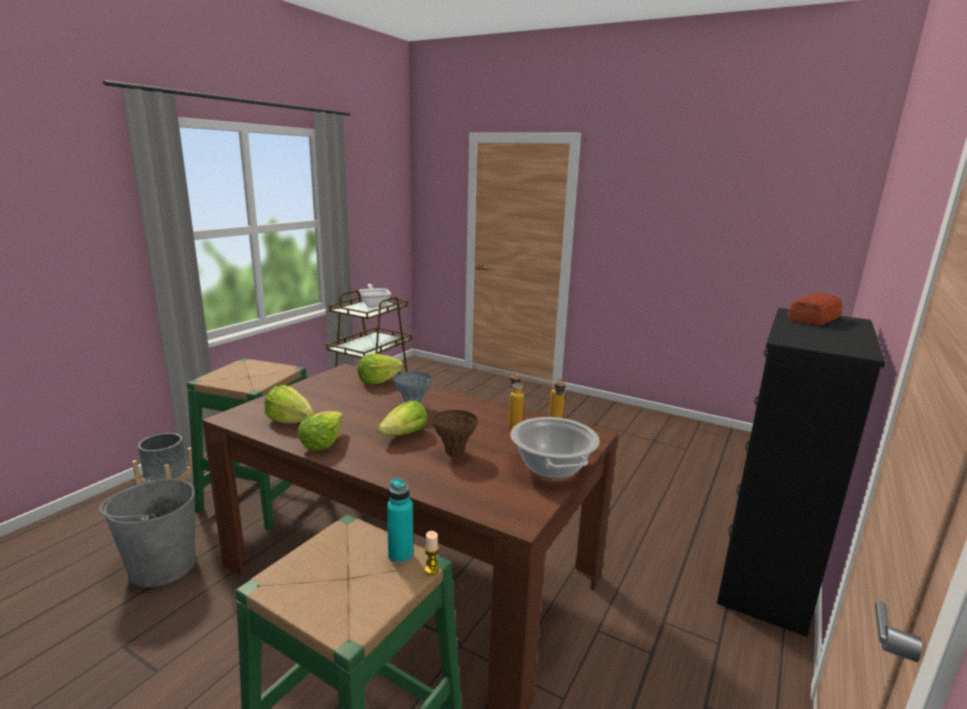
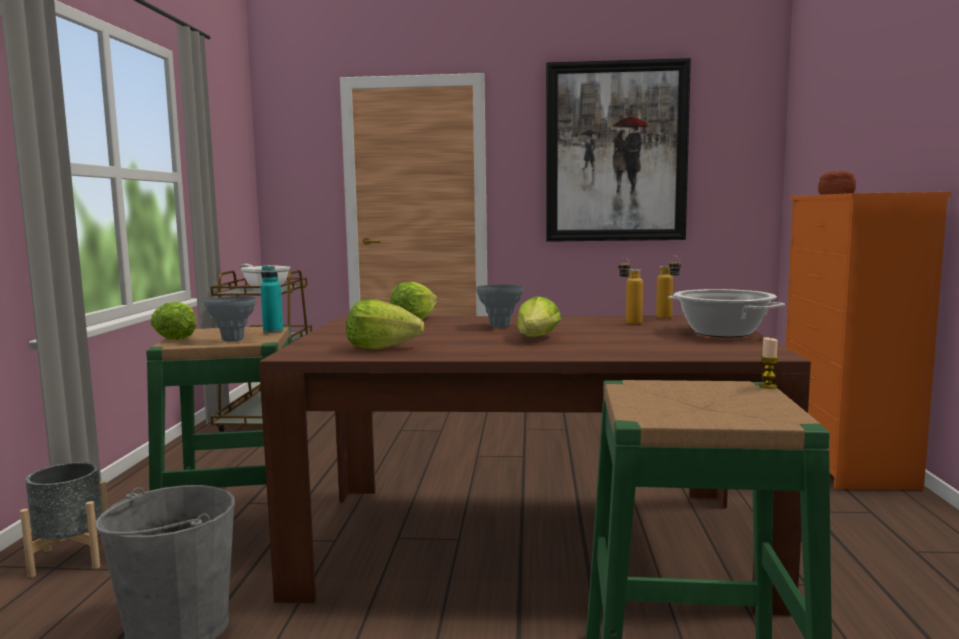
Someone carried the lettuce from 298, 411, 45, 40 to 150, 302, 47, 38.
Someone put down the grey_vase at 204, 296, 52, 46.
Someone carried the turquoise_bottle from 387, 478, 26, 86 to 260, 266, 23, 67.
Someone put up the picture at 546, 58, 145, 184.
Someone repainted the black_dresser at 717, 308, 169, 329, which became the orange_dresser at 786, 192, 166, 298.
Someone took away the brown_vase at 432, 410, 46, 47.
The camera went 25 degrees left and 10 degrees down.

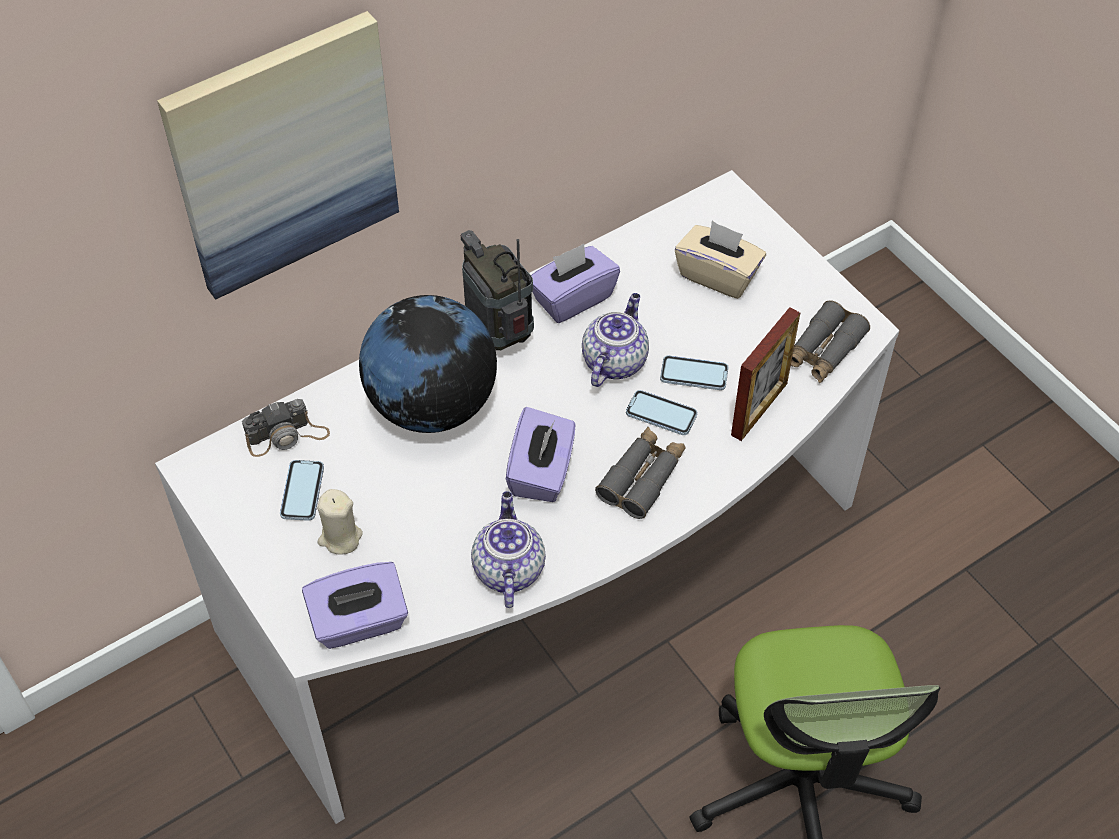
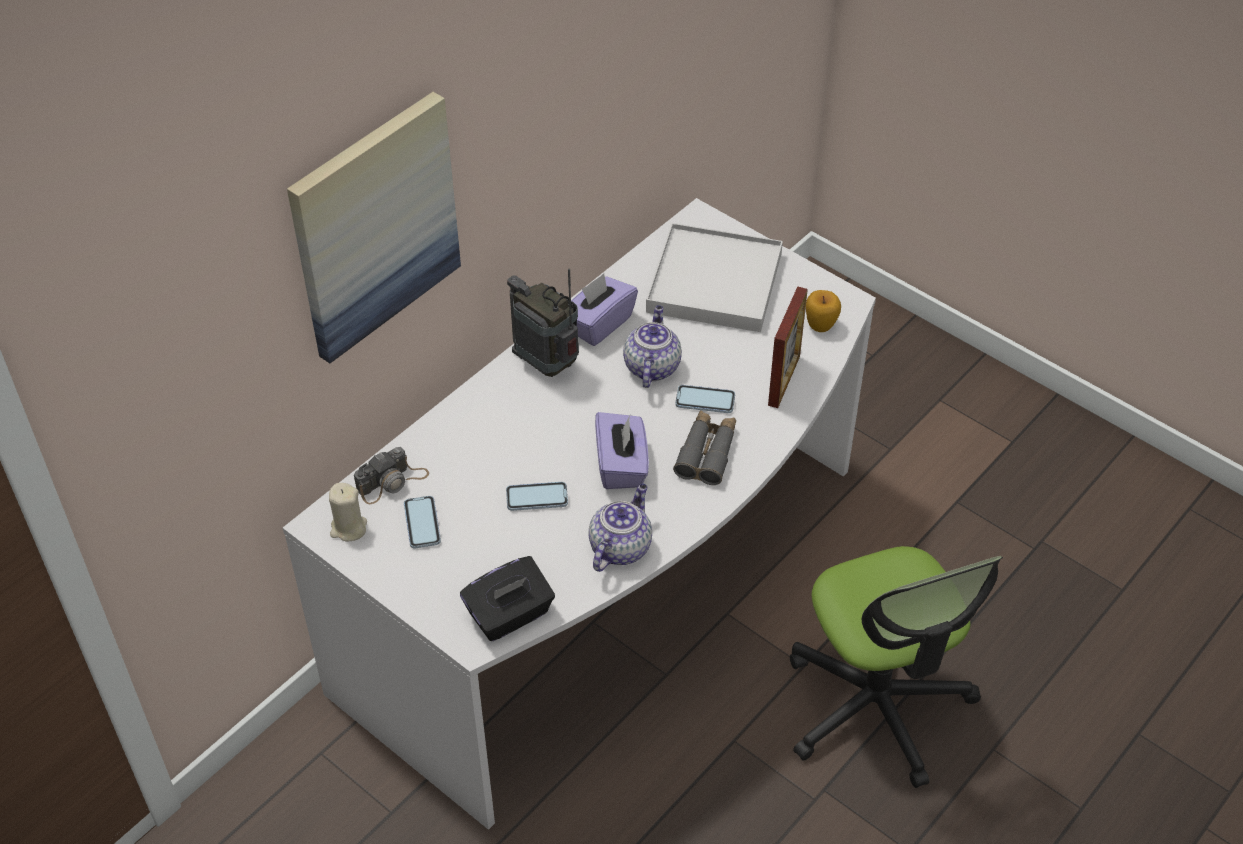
Someone carried the beige_candle from 317, 489, 46, 66 to 329, 483, 38, 58.
Someone repainted the purple_tissue_box at 302, 562, 106, 87, which became the black_tissue_box at 460, 556, 95, 85.
Someone carried the phone from 660, 355, 69, 35 to 506, 482, 62, 29.
Someone rotated the teapot at 471, 491, 75, 117 by 45 degrees clockwise.
Someone swapped the beige_tissue_box at 675, 220, 91, 79 for the white_tray at 646, 223, 137, 109.
Someone swapped the grey_binoculars at 791, 300, 79, 83 for the apple at 806, 290, 35, 42.
Someone took away the globe at 359, 295, 138, 138.
The camera went 15 degrees left and 5 degrees down.

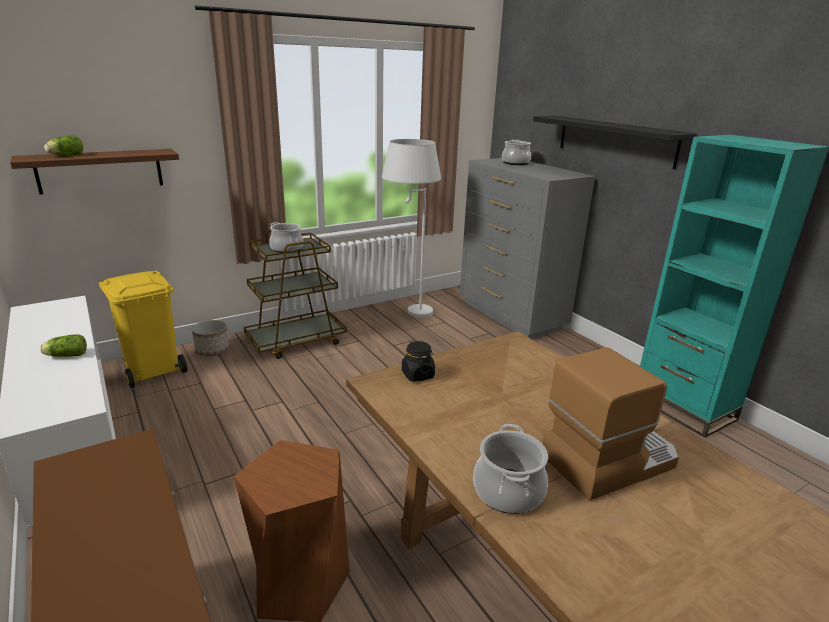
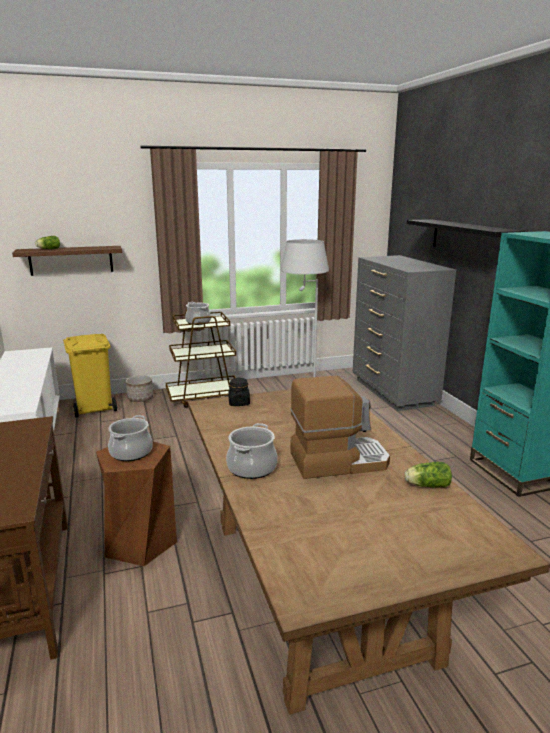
Someone carried the cooking_pot from 502, 140, 29, 25 to 108, 415, 45, 46.
Someone carried the lettuce from 40, 334, 47, 23 to 404, 462, 48, 26.
The camera went 15 degrees right and 5 degrees down.

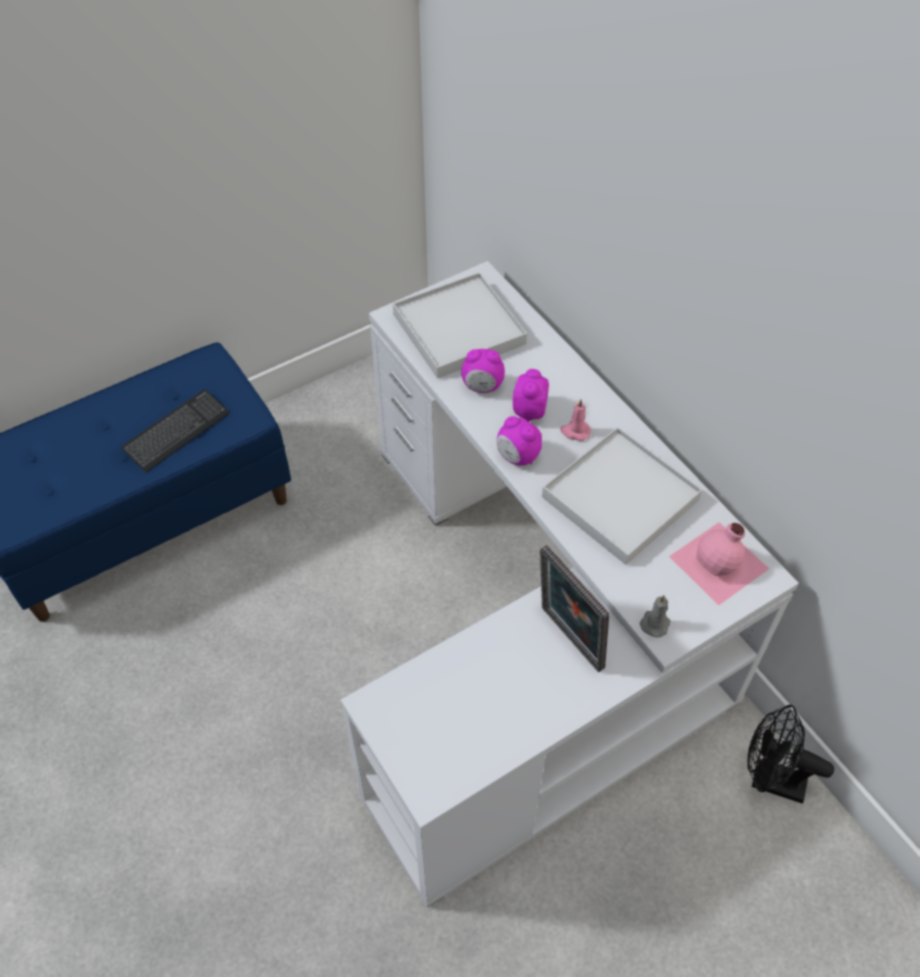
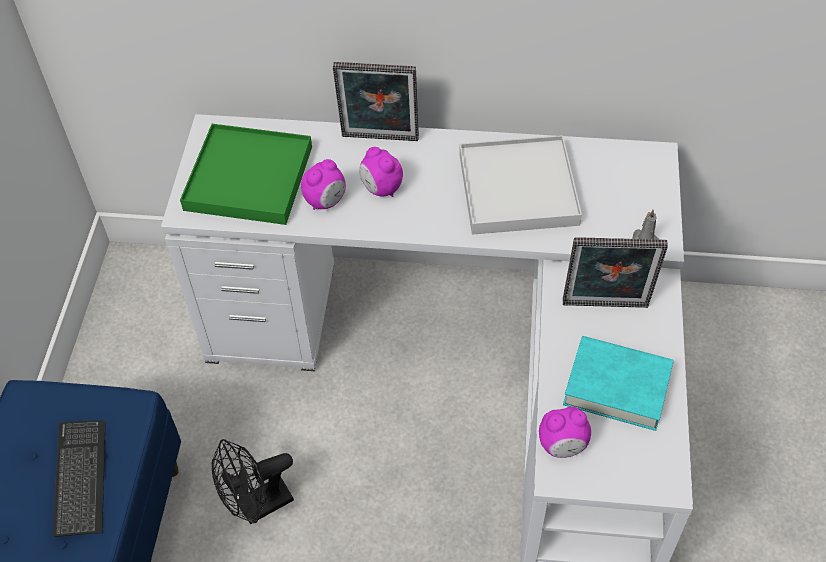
Someone repainted the white_tray at 393, 272, 134, 107, which became the green_tray at 180, 124, 132, 101.
Someone carried the black_fan from 747, 705, 87, 98 to 212, 439, 82, 86.
Someone put down the picture_frame at 333, 62, 86, 79.
Someone carried the alarm_clock from 497, 416, 45, 50 to 539, 406, 52, 52.
Someone put down the turquoise_book at 563, 336, 111, 95.
Someone took away the pink_candle at 560, 399, 31, 42.
Someone took away the pink_bottle at 669, 522, 100, 83.
The camera went 50 degrees left and 0 degrees up.

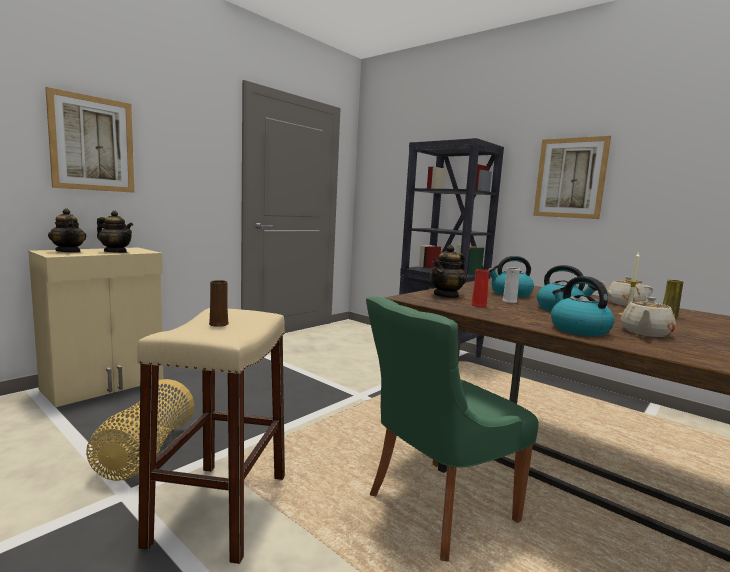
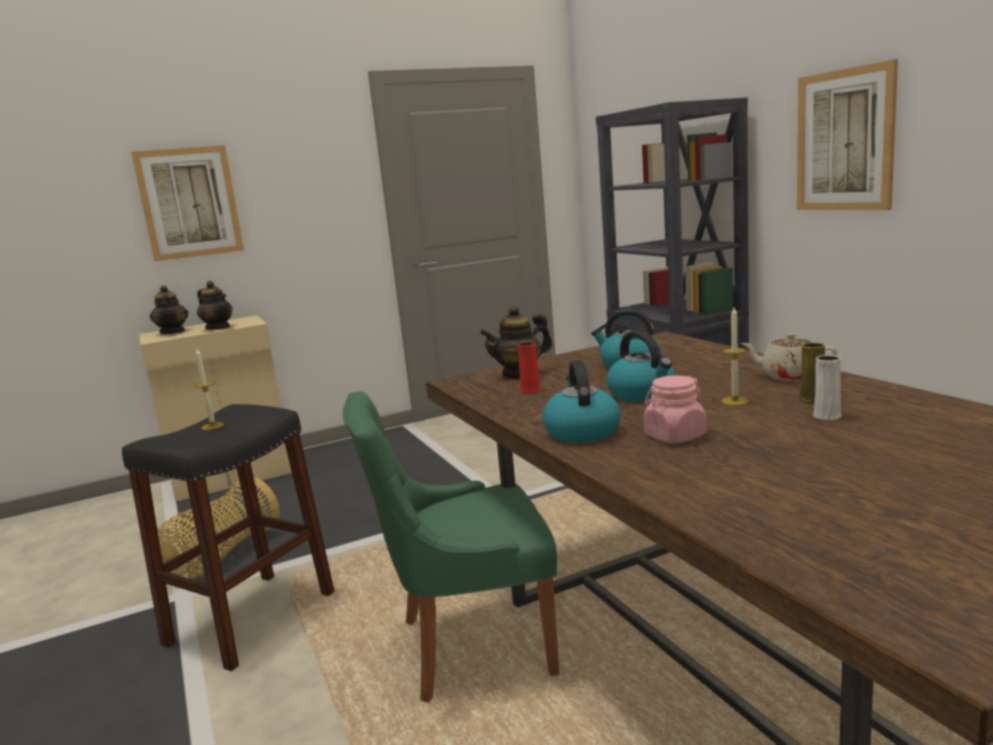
Someone repainted the beige_stool at 137, 308, 148, 256, which became the black_stool at 122, 404, 213, 267.
Someone swapped the brown_vase at 209, 280, 20, 47 for the candle at 195, 349, 29, 81.
Someone swapped the beige_teapot at 621, 297, 55, 40 for the pink_jar at 644, 375, 63, 68.
Someone carried the white_vase from 502, 267, 18, 36 to 813, 355, 28, 65.
The camera went 25 degrees right and 5 degrees up.

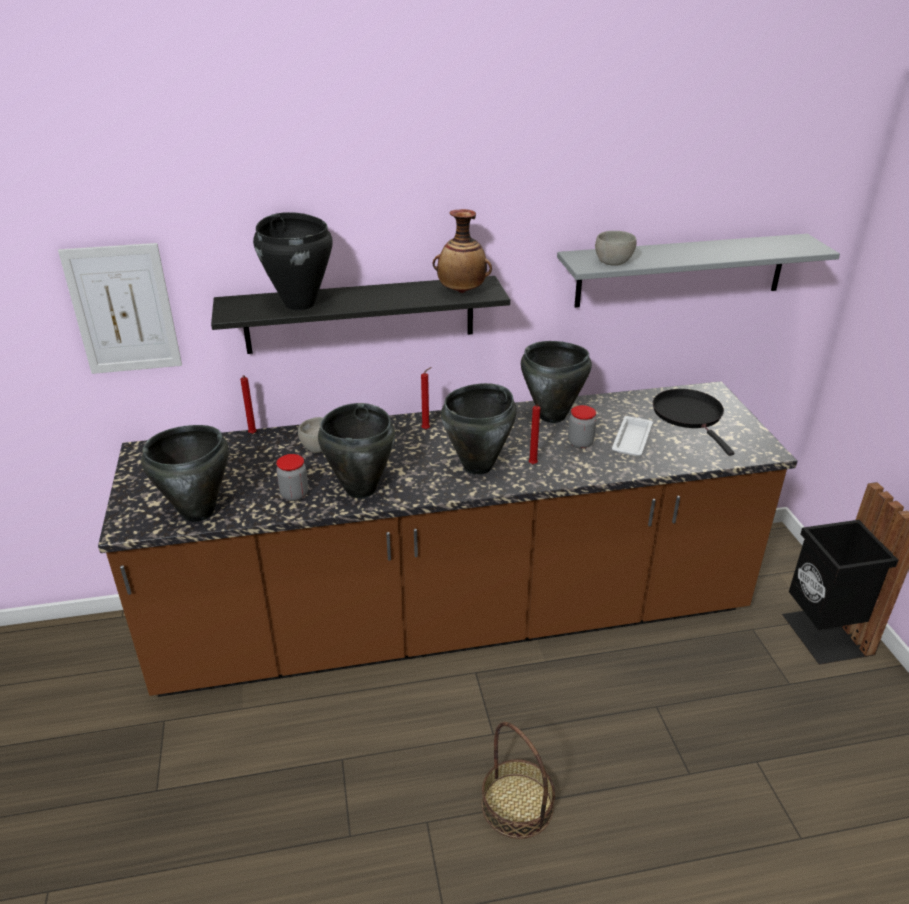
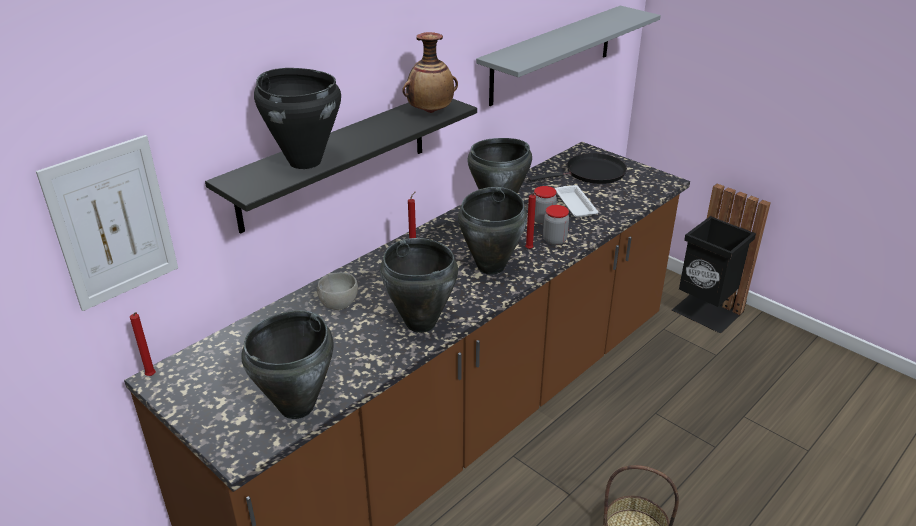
Someone carried the red_candle from 240, 375, 17, 59 to 130, 312, 26, 64.
Someone rotated the black_frying_pan at 653, 389, 82, 67 by 120 degrees clockwise.
Someone carried the jar from 276, 454, 32, 47 to 543, 205, 26, 40.
Someone took away the grey_bowl at 595, 231, 42, 35.
The camera went 35 degrees left and 0 degrees up.

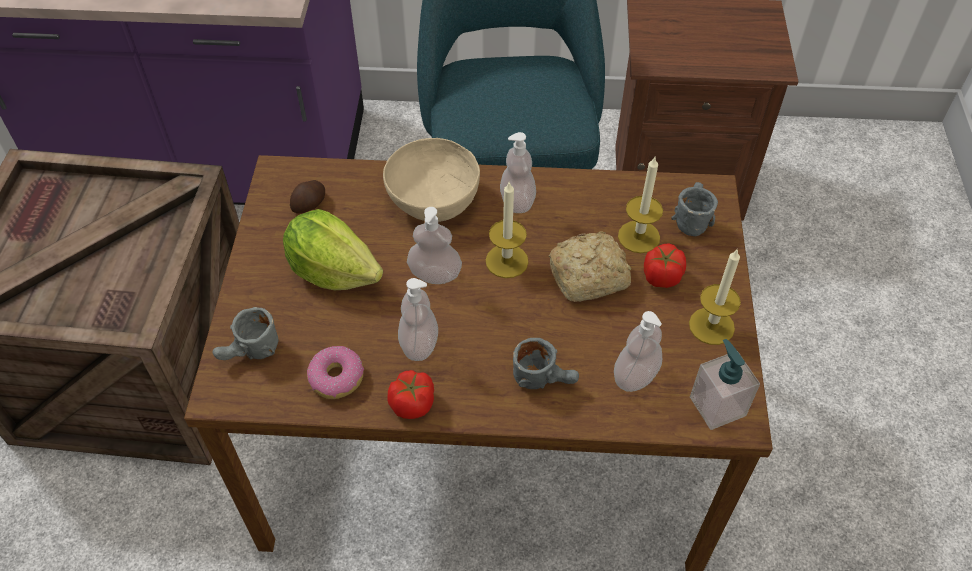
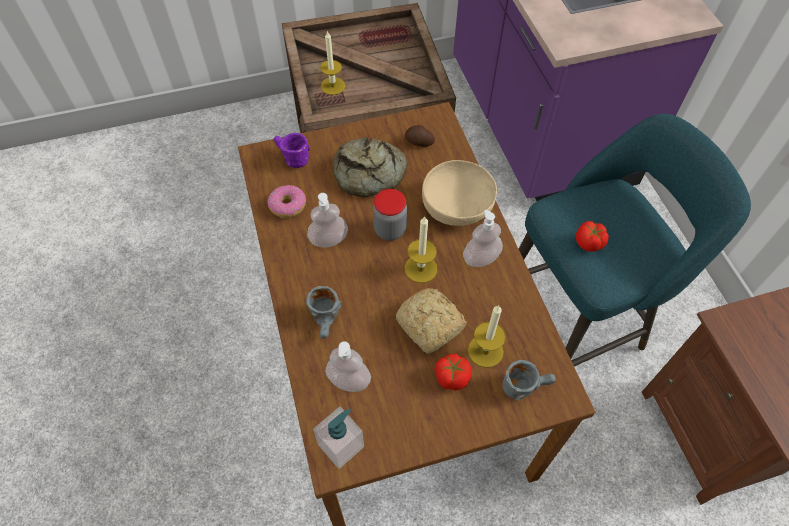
Someone repainted the grey_mug at 213, 307, 66, 53, which became the purple_mug at 274, 133, 36, 35.
Someone carried the candle from 689, 248, 52, 97 to 320, 30, 25, 65.
Someone swapped the lettuce at 283, 209, 100, 81 for the bread at 333, 137, 74, 60.
Someone swapped the soap_dispenser at 407, 207, 55, 77 for the jar at 373, 189, 34, 52.
Someone carried the tomato from 388, 370, 46, 49 to 576, 221, 33, 31.
The camera went 70 degrees right and 5 degrees up.

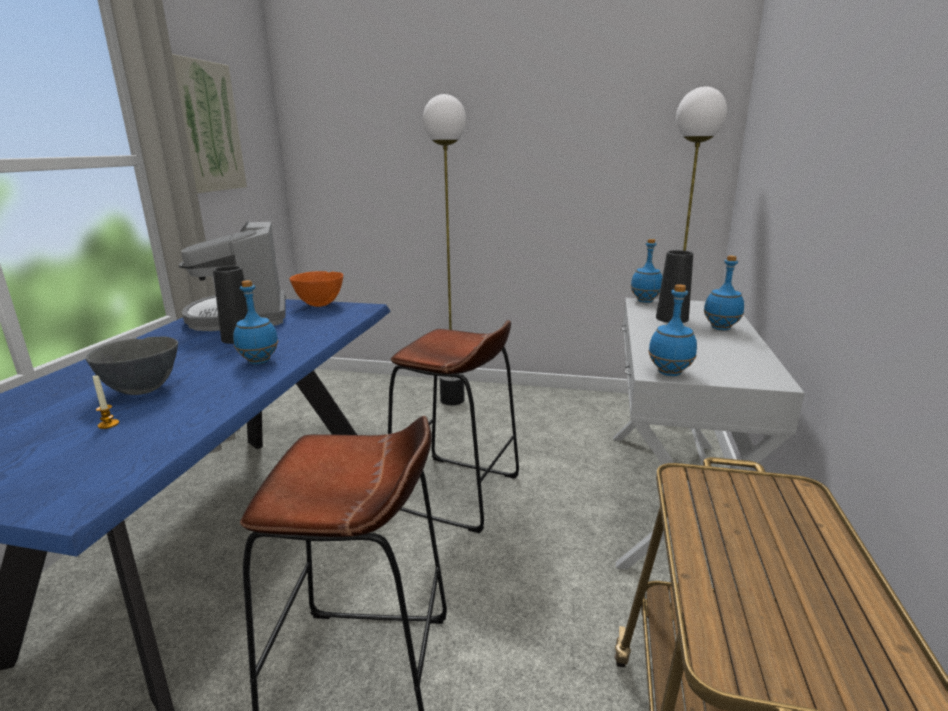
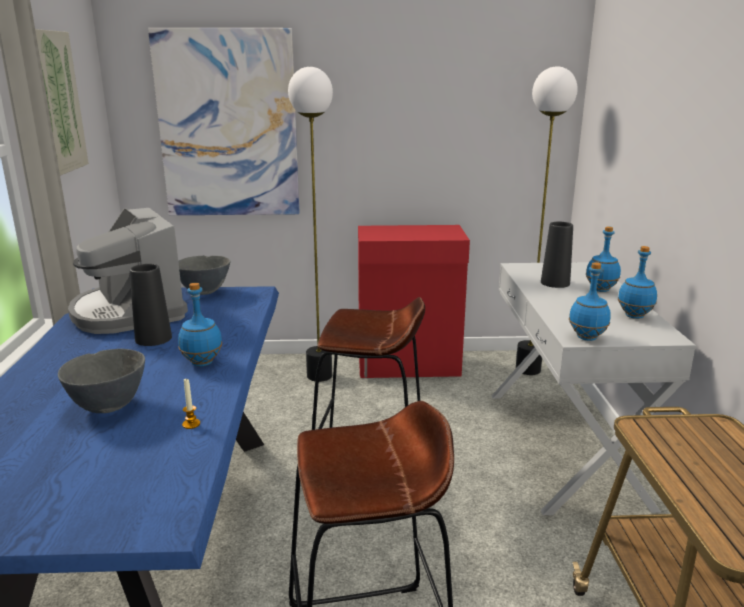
Someone put up the picture at 148, 28, 152, 187.
Someone repainted the orange_bowl at 290, 271, 53, 36, which became the grey_bowl at 178, 256, 53, 39.
Someone carried the candle from 92, 375, 27, 54 to 182, 379, 18, 50.
Someone put down the red_cabinet at 358, 225, 112, 153.
Someone carried the blue_bottle from 631, 239, 32, 64 to 618, 246, 39, 73.
The camera went 15 degrees left and 0 degrees up.

